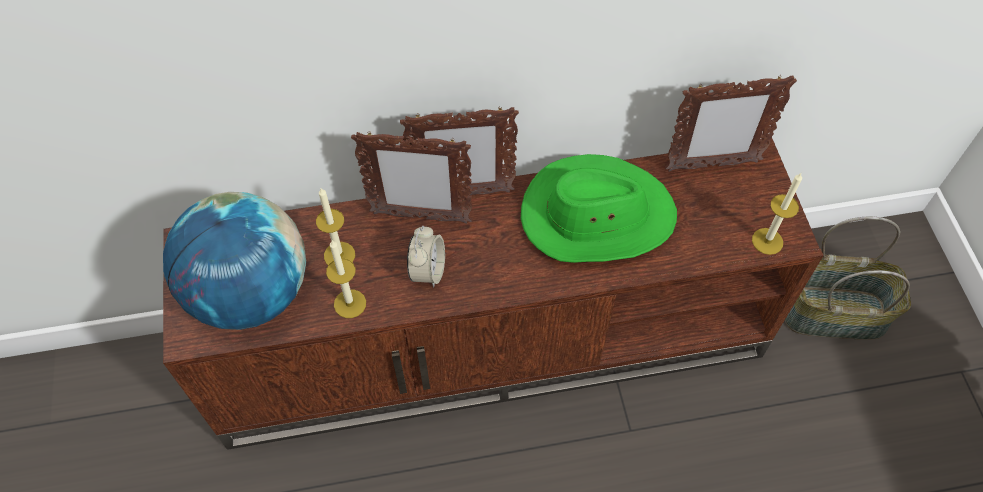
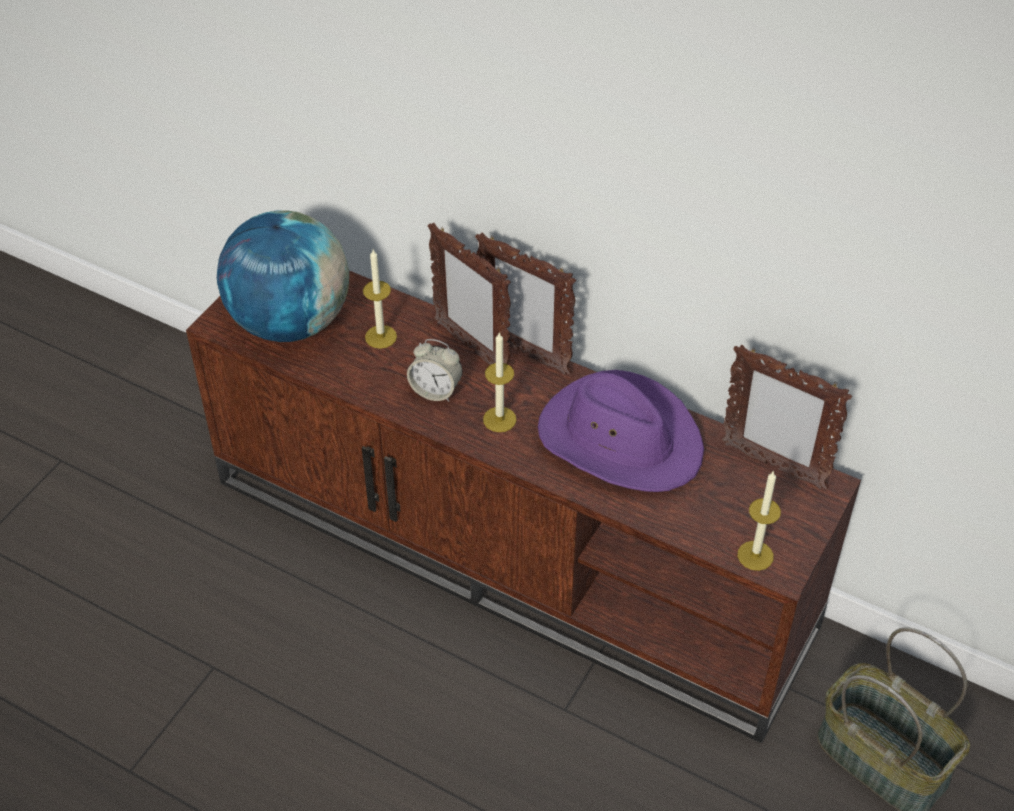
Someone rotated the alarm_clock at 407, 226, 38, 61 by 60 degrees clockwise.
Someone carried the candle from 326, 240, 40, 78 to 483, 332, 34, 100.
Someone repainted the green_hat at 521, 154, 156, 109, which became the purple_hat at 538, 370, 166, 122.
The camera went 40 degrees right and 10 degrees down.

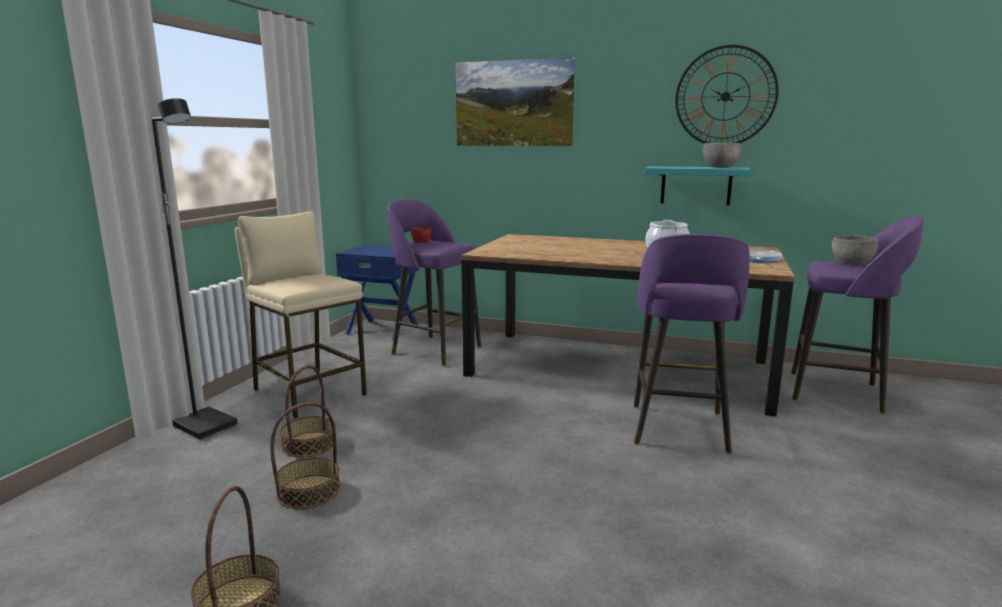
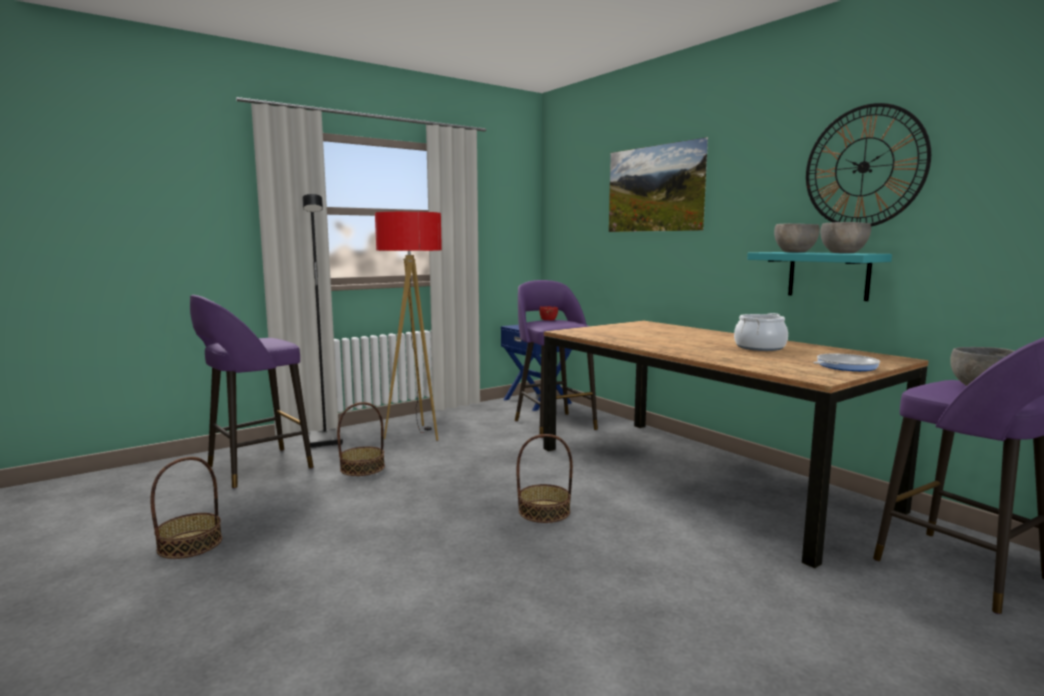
Someone carried the purple_stool from 634, 234, 116, 219 to 190, 295, 124, 194.
Someone swapped the beige_stool at 235, 211, 132, 208 for the floor_lamp at 375, 211, 67, 230.
Someone carried the basket from 270, 402, 70, 107 to 516, 434, 57, 89.
Someone put down the grey_bowl at 774, 223, 46, 29.
The camera went 35 degrees right and 5 degrees down.

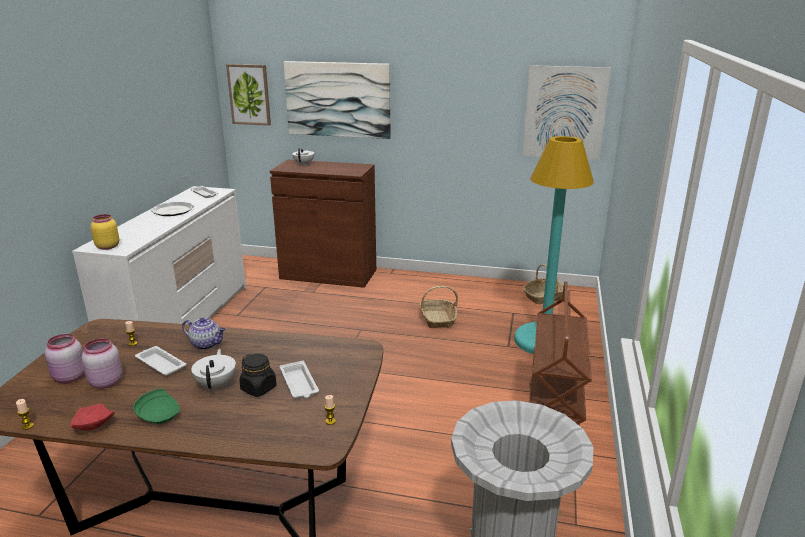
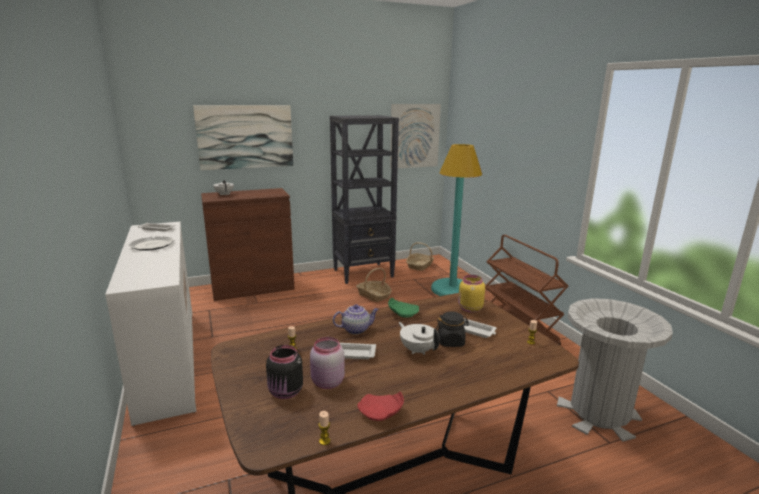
Someone repainted the pink_jar at 45, 334, 40, 49, which became the black_jar at 266, 345, 37, 54.
Someone put down the black_bookcase at 330, 115, 69, 169.
Someone carried the green_plate from 133, 388, 47, 36 to 388, 298, 31, 20.
Someone carried the yellow_jar from 90, 214, 29, 36 to 458, 275, 27, 38.
Someone took away the picture at 226, 64, 45, 62.
The camera went 35 degrees left and 5 degrees down.

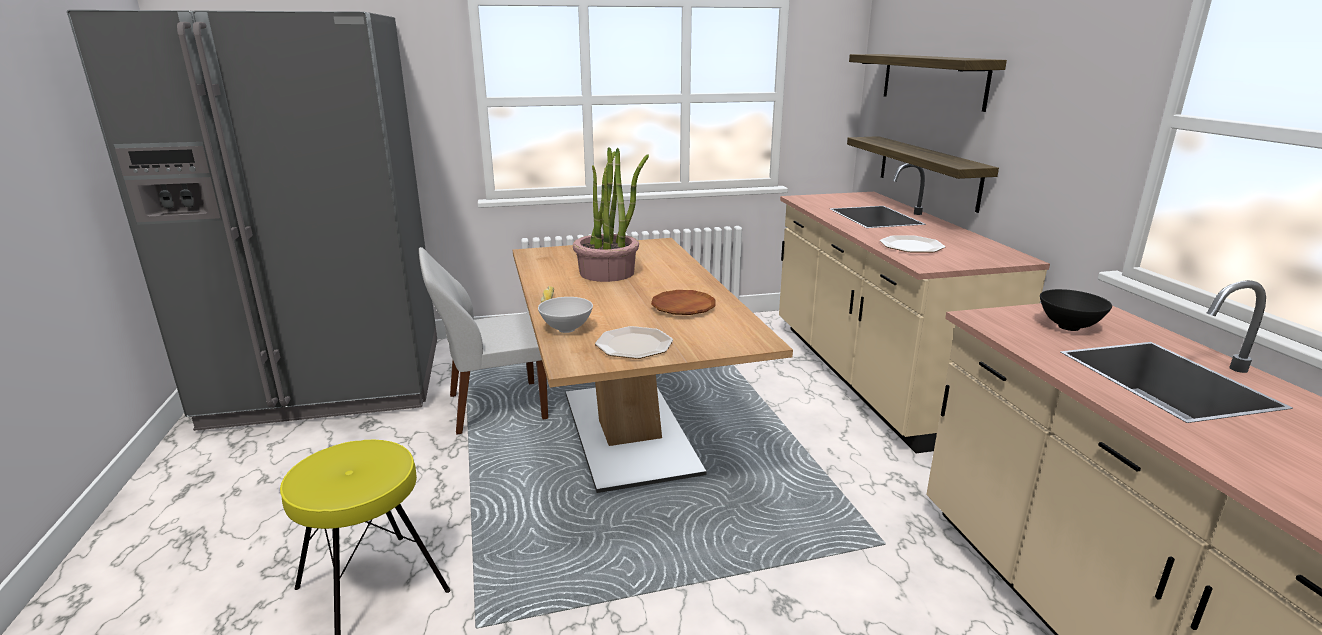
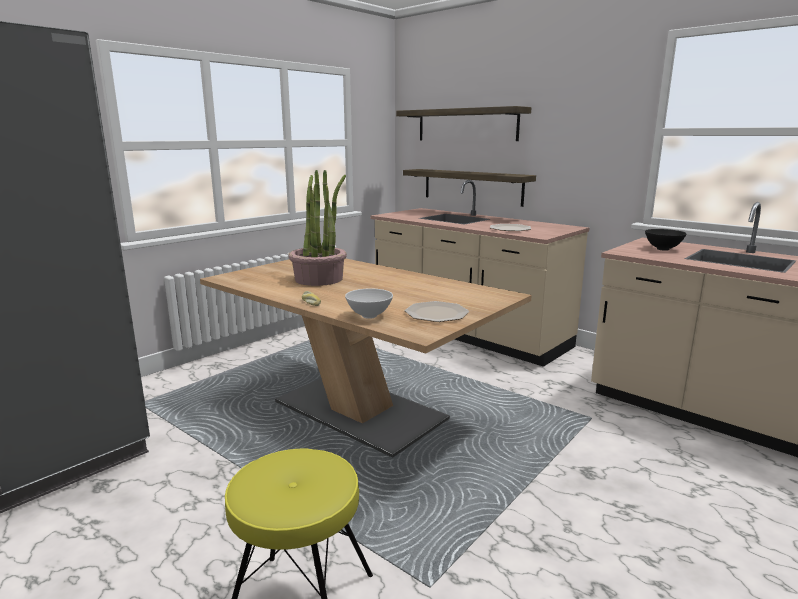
Someone took away the white_chair at 419, 247, 129, 188.
Someone took away the brown_plate at 651, 290, 65, 25.
The camera went 35 degrees left and 5 degrees down.

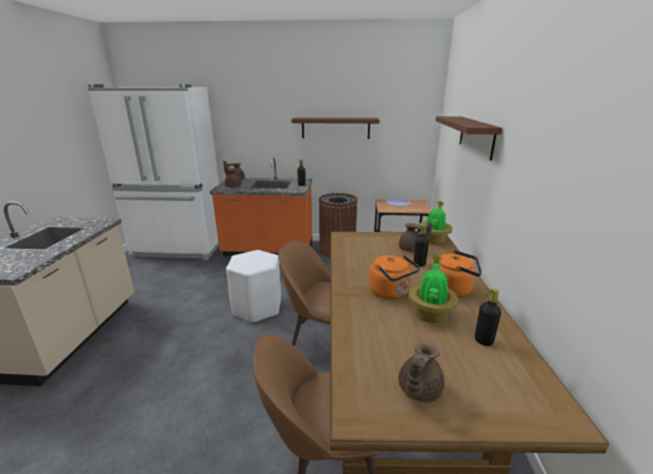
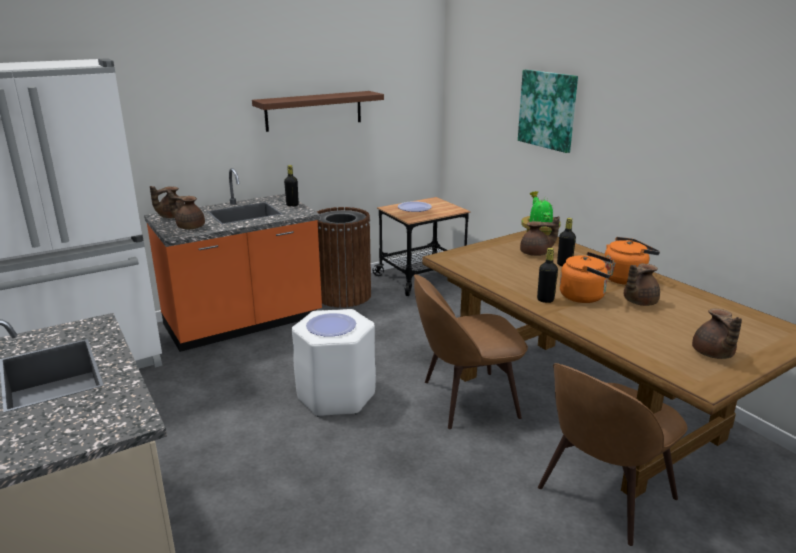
Someone put down the plate at 306, 313, 50, 24.
Someone swapped the brown_shelf at 436, 116, 67, 45 for the picture at 518, 70, 60, 83.
Someone carried the black_bottle from 475, 288, 26, 58 to 537, 248, 21, 55.
Someone swapped the potted_plant at 408, 256, 50, 67 for the brown_teapot at 624, 263, 36, 43.
The camera went 35 degrees left and 0 degrees up.

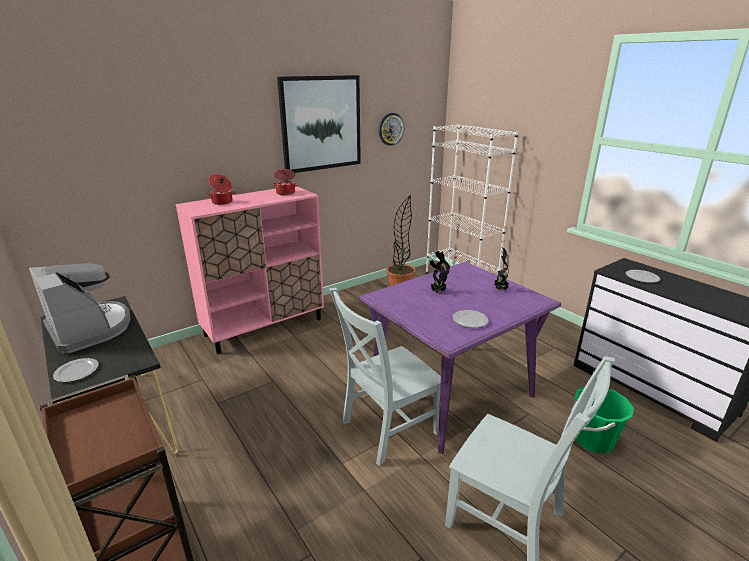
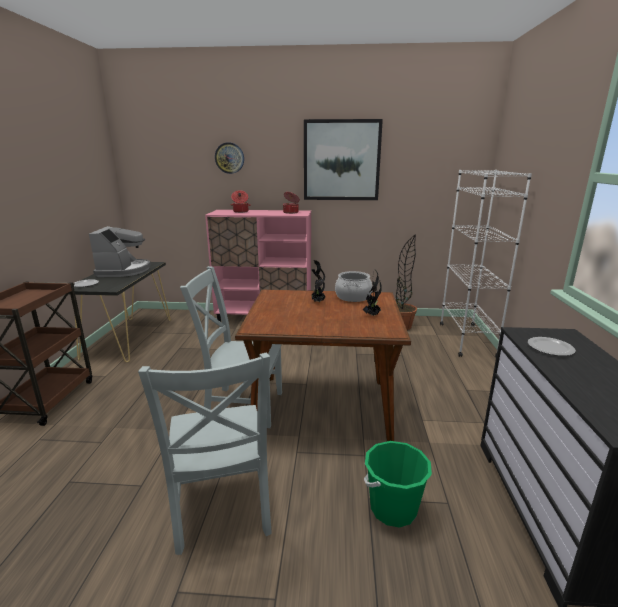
Someone carried the wall_clock from 378, 113, 26, 33 to 215, 142, 29, 32.
Someone repainted the purple_dining_table at 359, 262, 202, 192, which became the brown_dining_table at 235, 290, 176, 151.
Someone put down the cooking_pot at 335, 271, 37, 31.
Someone took away the plate at 453, 310, 36, 18.
The camera went 40 degrees right and 5 degrees down.

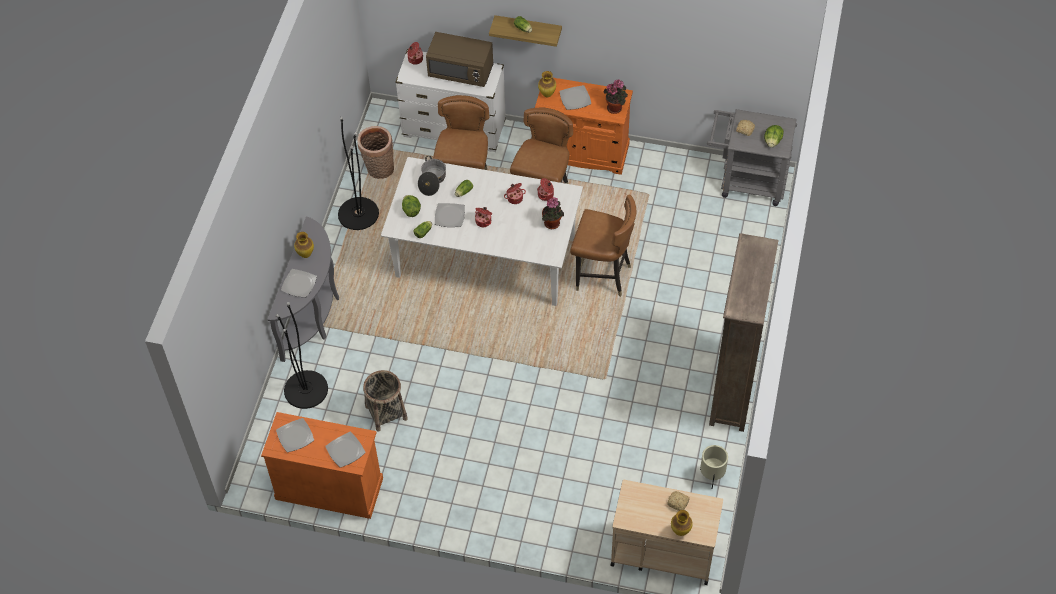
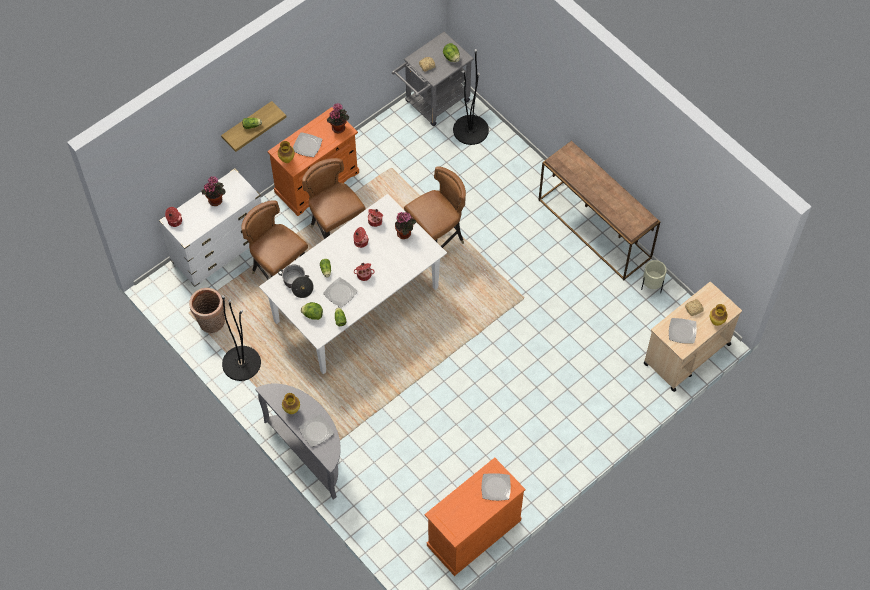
Someone swapped the brown_microwave at 426, 32, 68, 55 for the potted_plant at 201, 176, 25, 30.
Someone carried the black_floor_lamp from 276, 302, 52, 107 to 453, 49, 36, 96.
Someone swapped the brown_bookcase at 709, 233, 70, 199 for the brown_console_table at 539, 141, 121, 140.
Someone carried the plate from 276, 418, 38, 34 to 669, 318, 28, 26.
Someone took away the basket at 363, 370, 45, 62.
The camera went 55 degrees left and 5 degrees up.

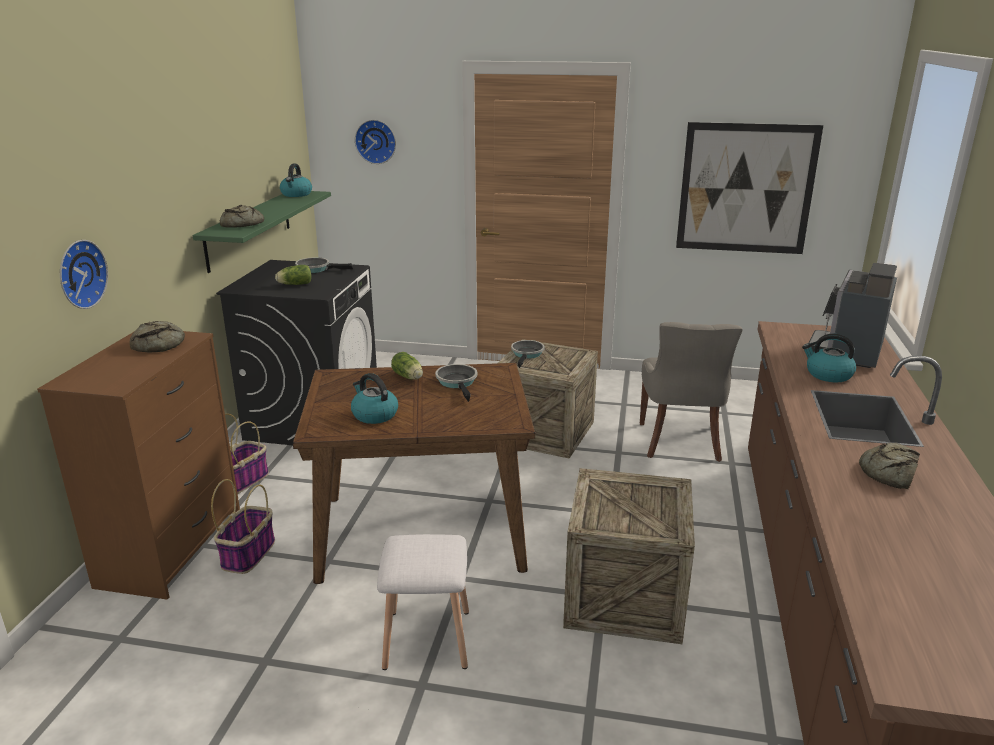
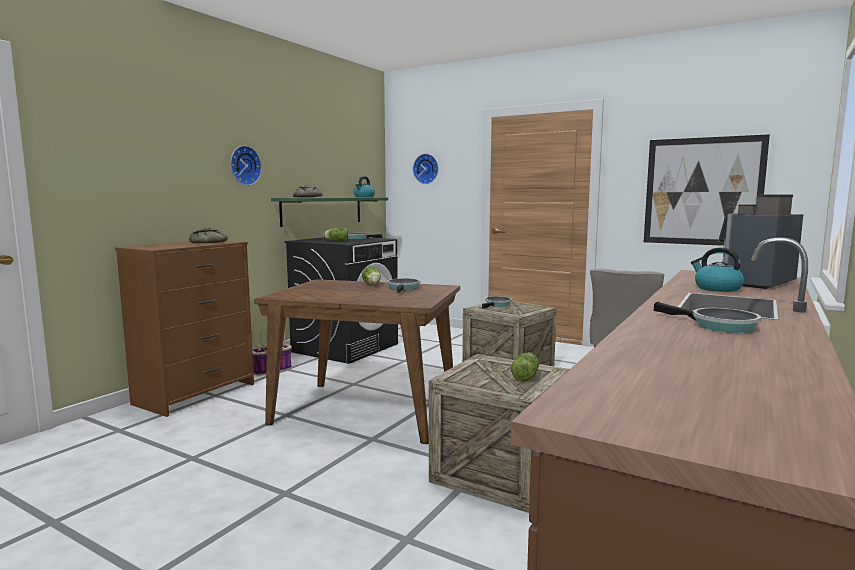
Someone carried the wall_clock from 60, 240, 48, 69 to 230, 146, 32, 40.
Someone put down the lettuce at 511, 353, 28, 29.
Someone swapped the bread at 859, 442, 61, 47 for the frying_pan at 654, 302, 107, 31.
Someone took away the basket at 211, 479, 64, 95.
Someone took away the kettle at 351, 373, 47, 51.
Someone took away the white_stool at 377, 534, 92, 136.
The camera went 20 degrees right and 15 degrees down.

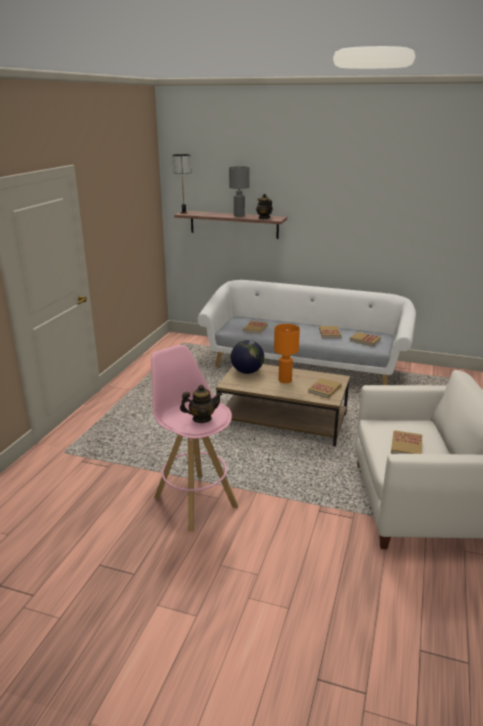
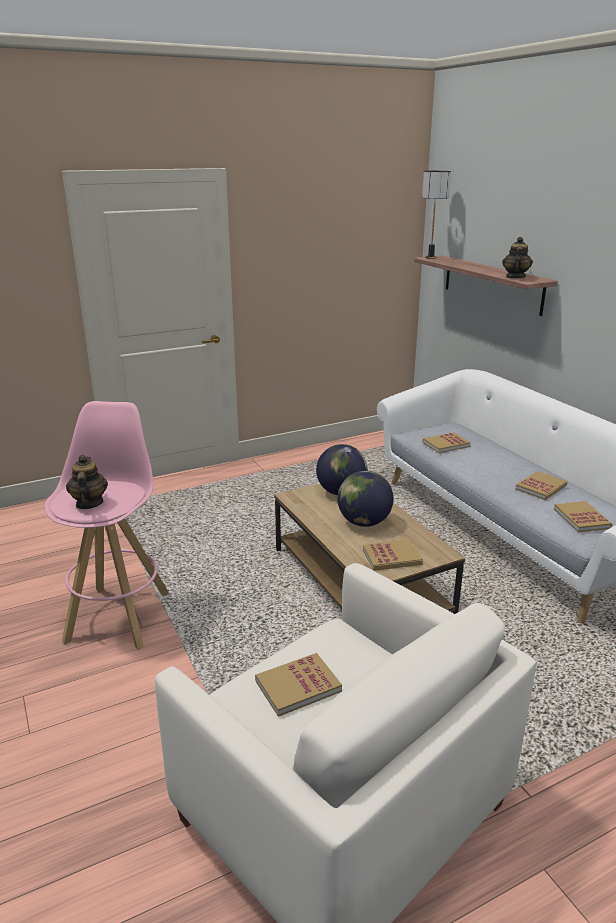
Someone rotated the teapot at 180, 385, 42, 38 by 135 degrees counterclockwise.
Someone swapped the orange_table_lamp at 274, 324, 26, 59 for the globe at 337, 471, 56, 56.
Someone took away the grey_table_lamp at 229, 166, 21, 51.
The camera went 45 degrees right and 0 degrees up.

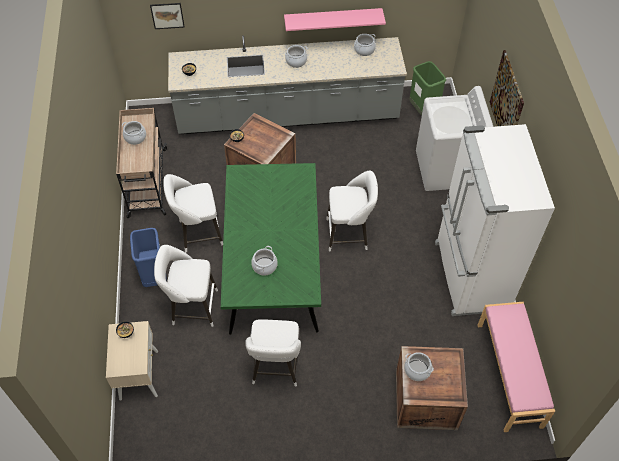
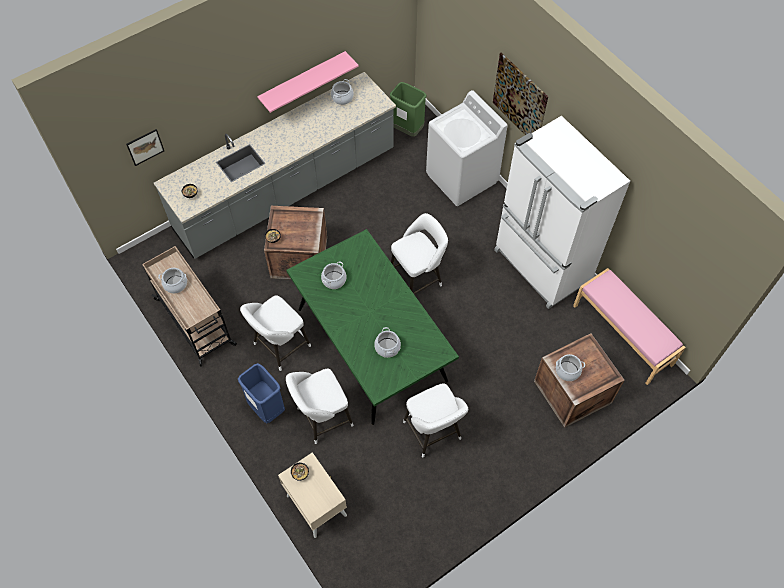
Someone carried the cooking_pot from 285, 45, 23, 23 to 321, 261, 26, 28.
The camera went 30 degrees left and 5 degrees up.

